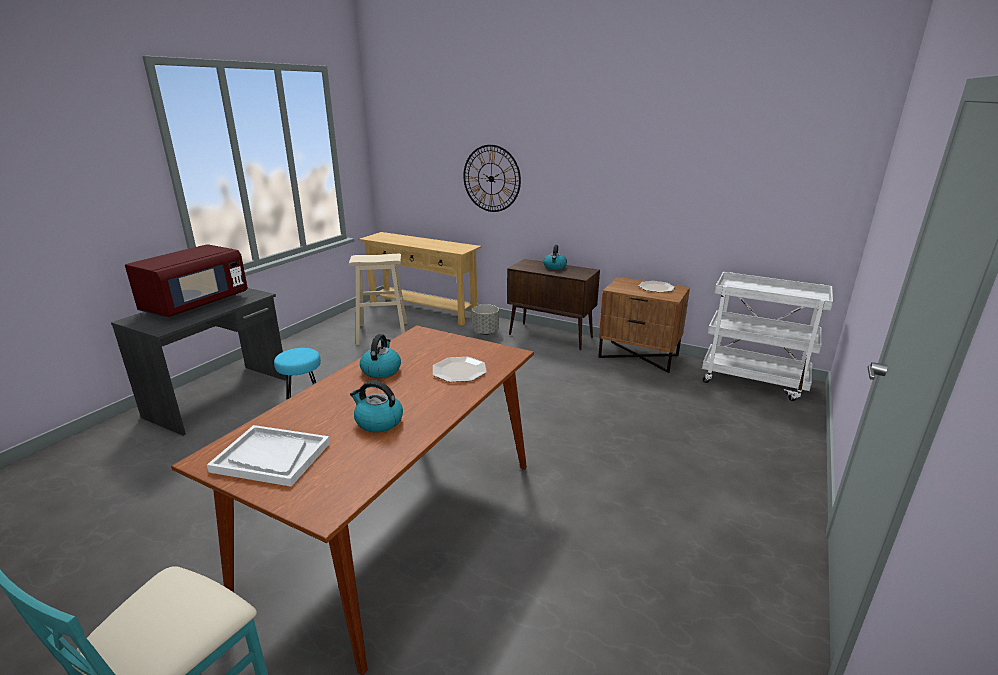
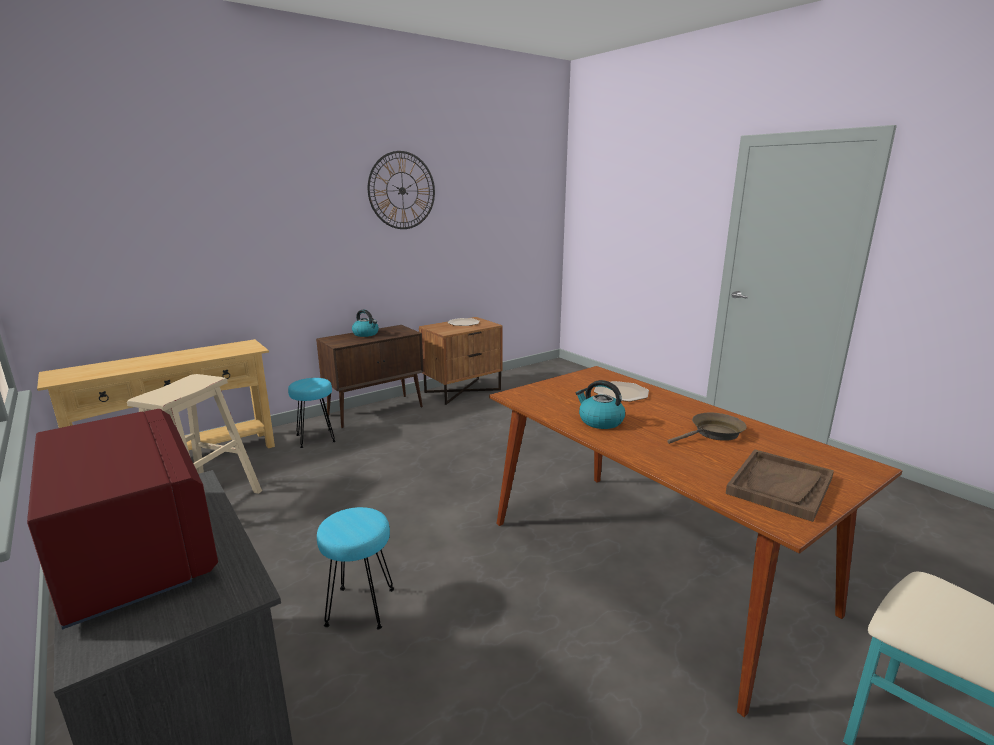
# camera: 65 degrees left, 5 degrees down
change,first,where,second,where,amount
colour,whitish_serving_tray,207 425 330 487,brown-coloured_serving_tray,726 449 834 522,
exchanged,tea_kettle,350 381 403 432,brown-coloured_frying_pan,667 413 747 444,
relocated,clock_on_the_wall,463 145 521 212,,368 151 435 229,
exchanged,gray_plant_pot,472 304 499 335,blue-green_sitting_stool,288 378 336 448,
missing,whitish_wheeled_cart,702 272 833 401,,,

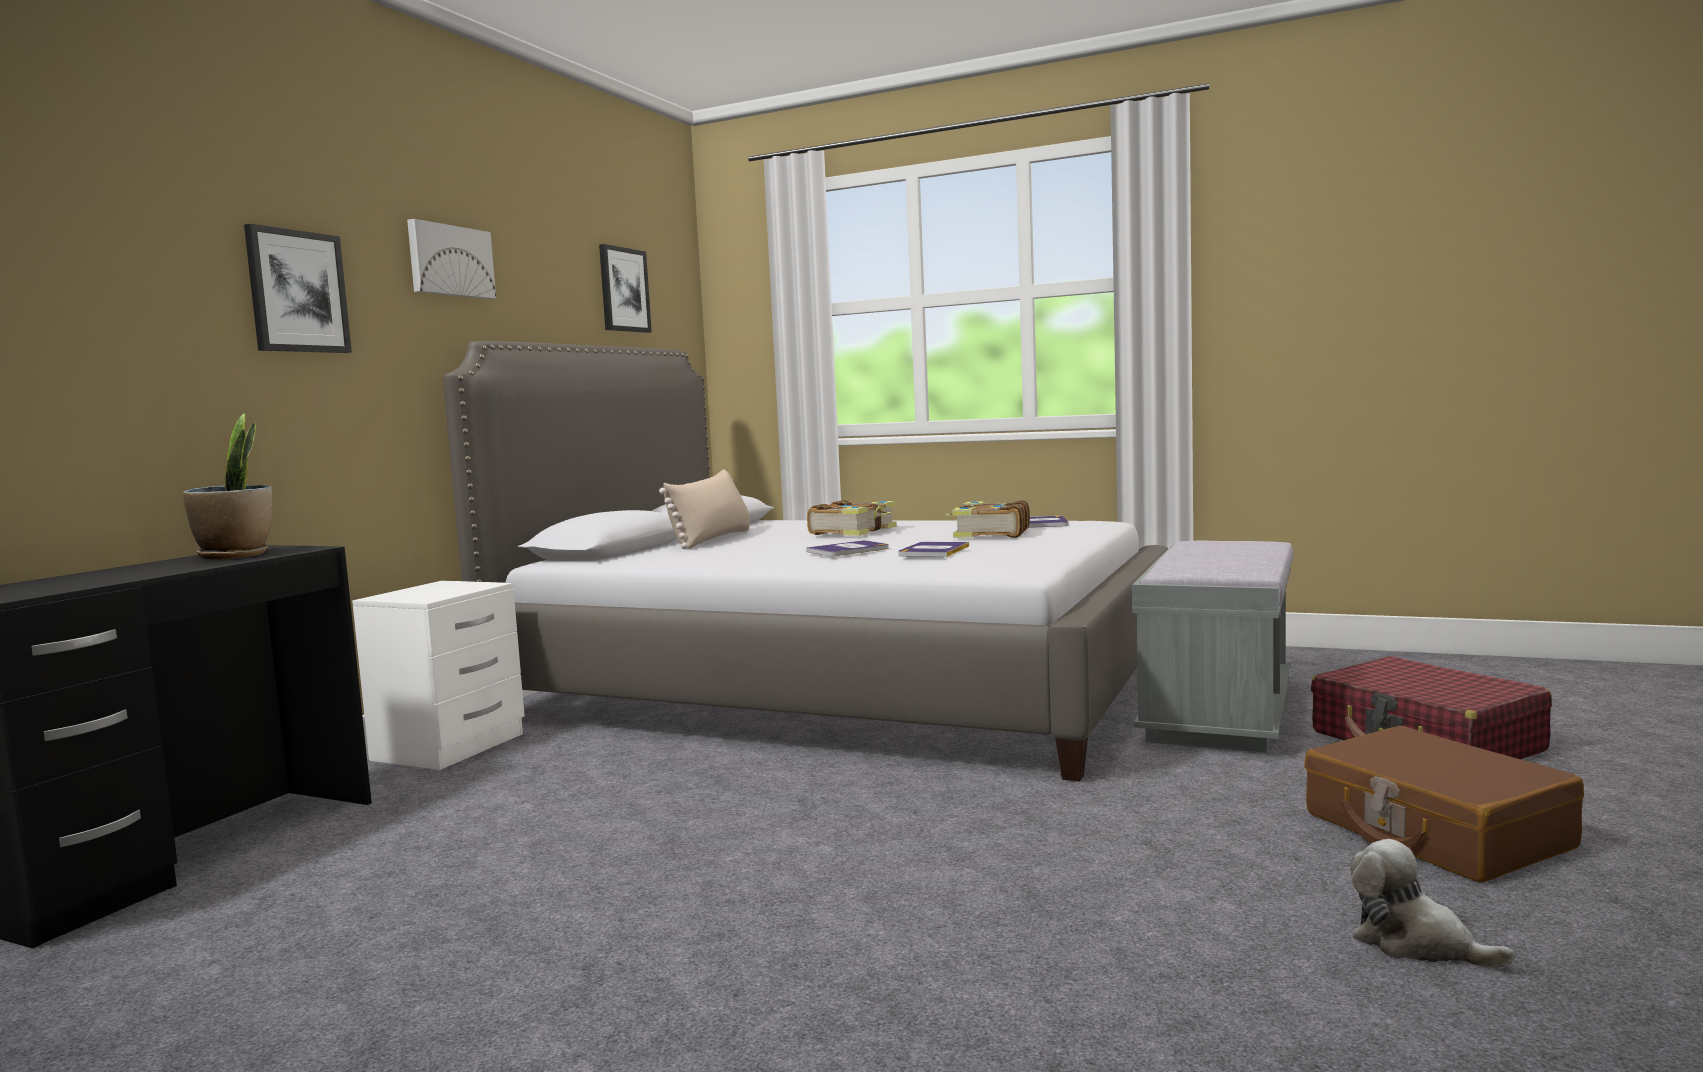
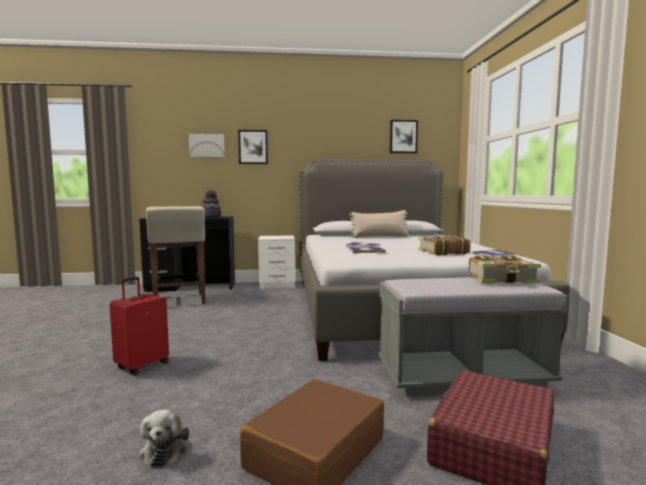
# camera: 60 degrees right, 0 degrees up
change,first,where,second,where,amount
exchanged,houseplant,183 413 272 559,clothing_hat,202 190 221 218,
relocated,wall_art,407 219 496 299,,189 134 225 157,
relocated,bound_book,807 500 897 536,,469 256 541 284,
spun,soft_toy,1350 839 1515 968,,139 410 189 468,150 degrees clockwise
appeared,,,red_suitcase,110 277 169 375,
appeared,,,beige_sitting_stool,146 206 205 304,

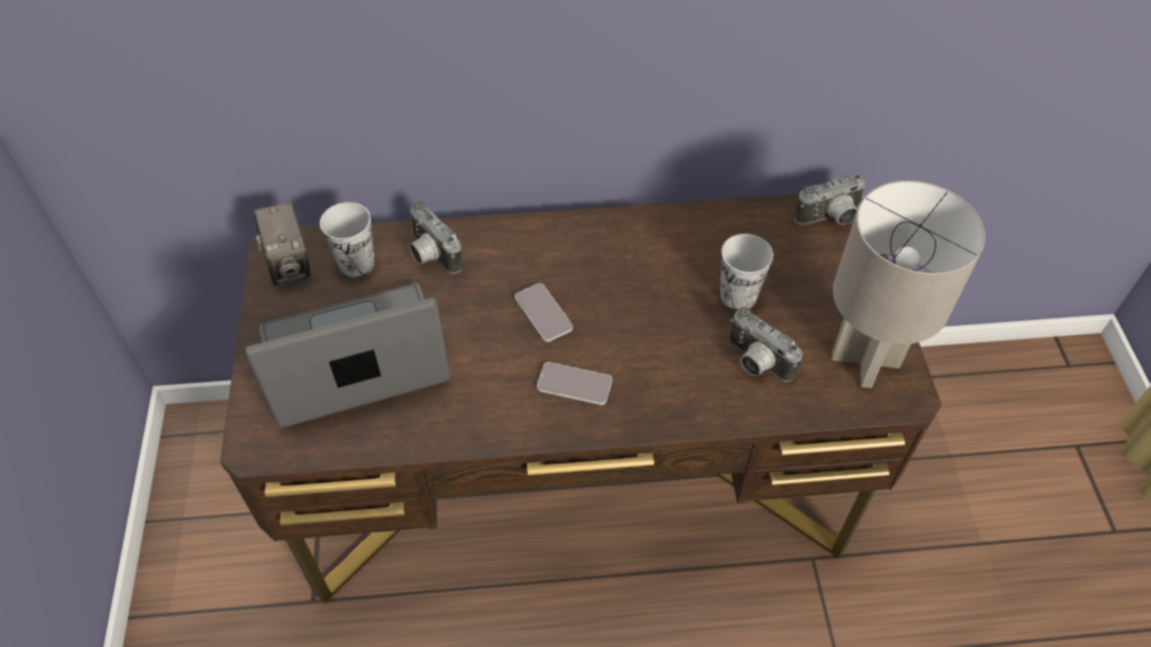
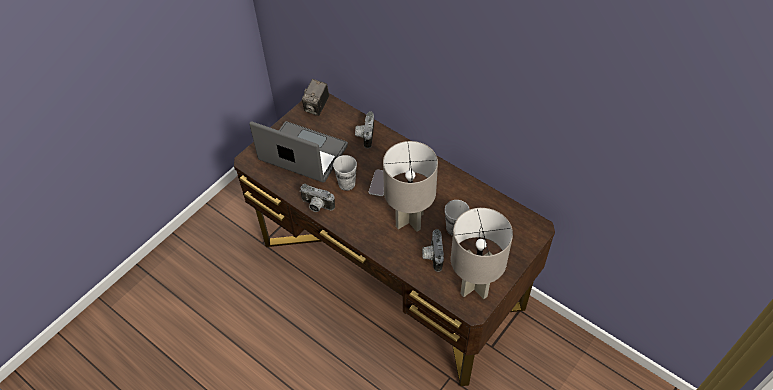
# camera: 45 degrees right, 0 degrees up
change,first,where,second,where,amount
relocated,cup,320 202 375 278,,333 155 357 191,
missing,telephone,537 362 612 405,,,
relocated,photo_camera,794 175 866 225,,300 184 335 212,
appeared,,,gray_lamp_for_a_table,383 141 438 232,

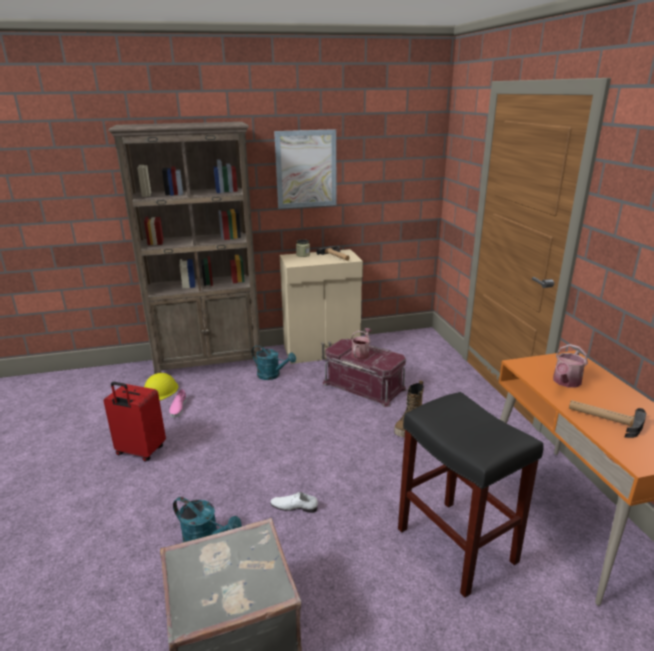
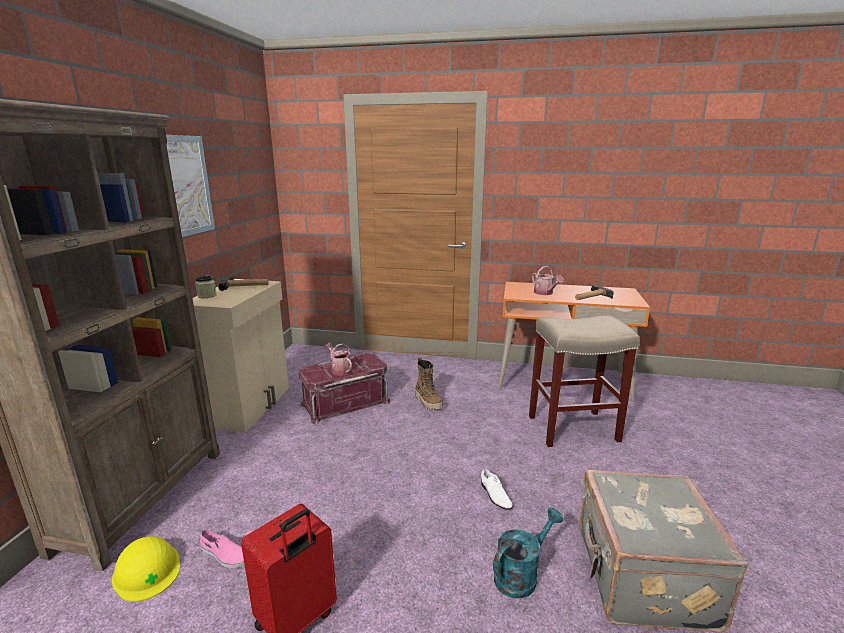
# camera: 65 degrees left, 5 degrees down
change,first,where,second,where,amount
missing,blue-green_watering_can,252 345 296 380,,,
spun,whitish_low_shoe,270 492 318 513,,481 469 513 510,60 degrees counterclockwise
colour,blackish_sitting_stool,398 392 543 598,beige_sitting_stool,529 315 640 447,

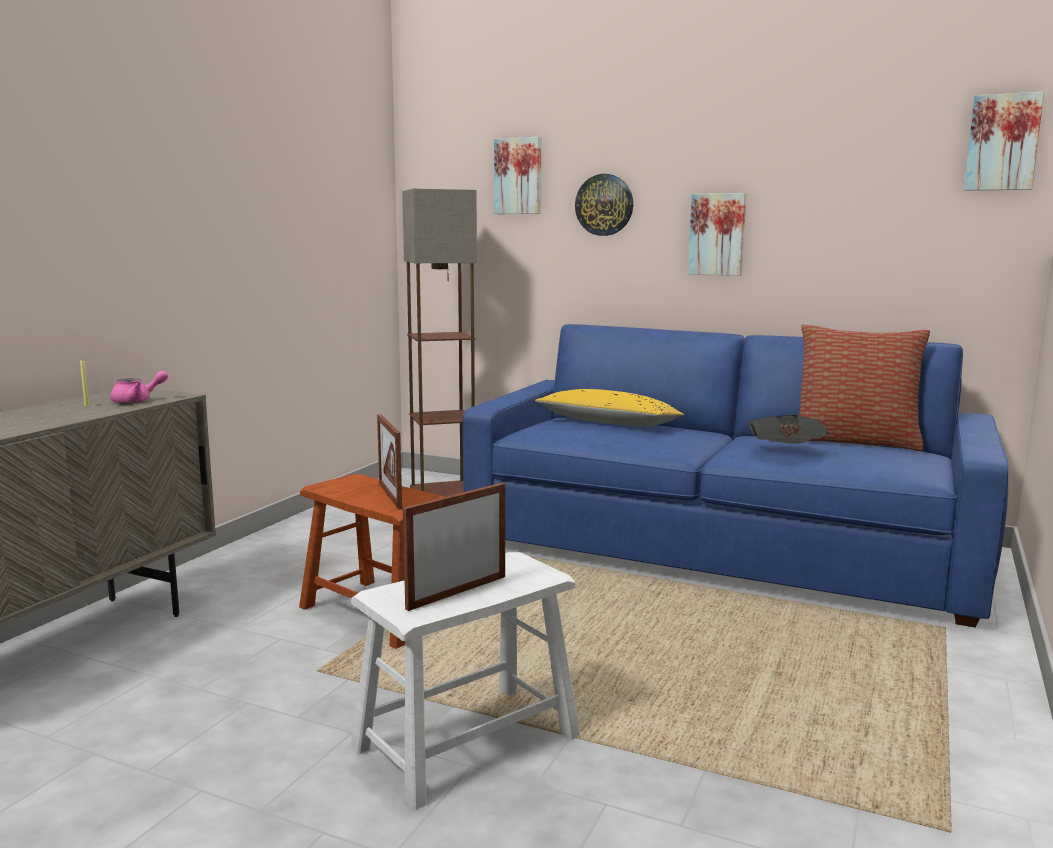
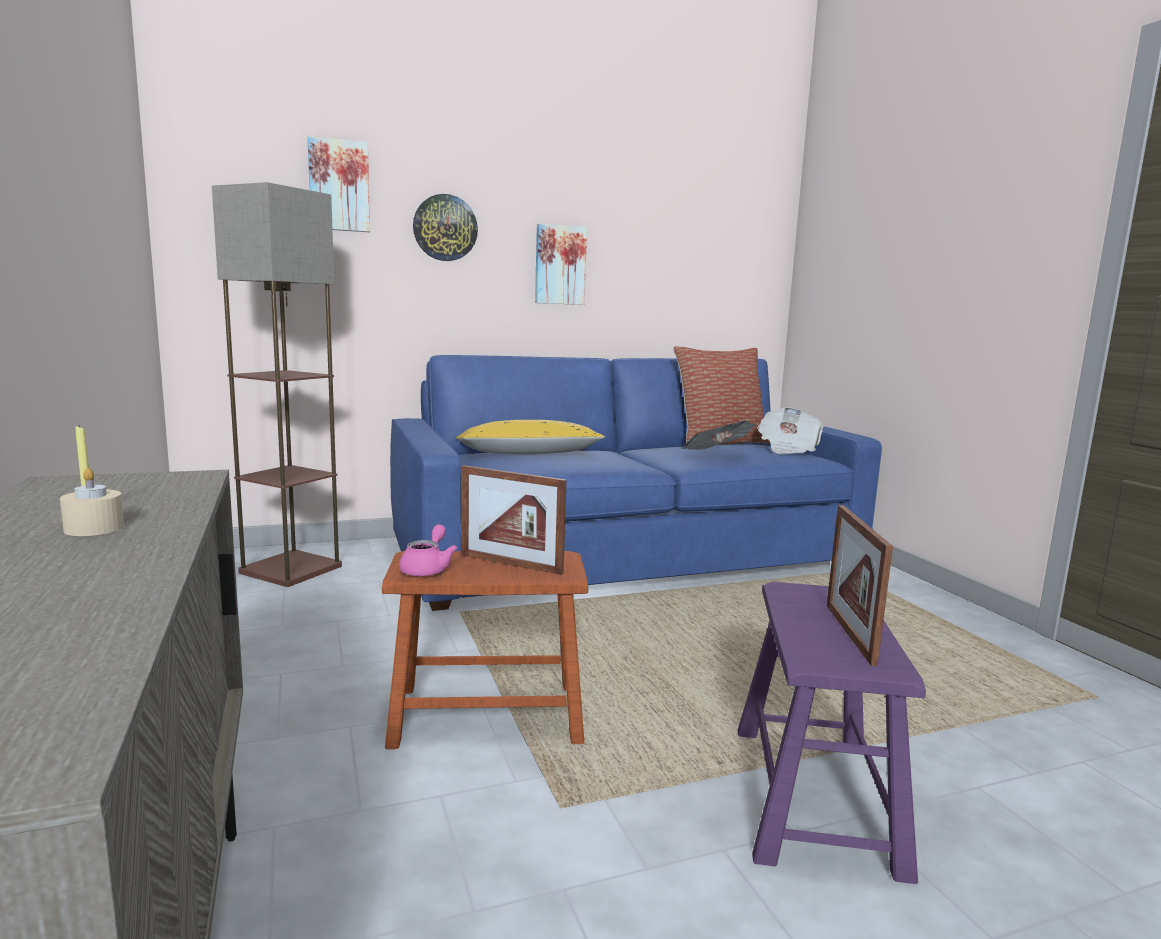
# camera: 45 degrees left, 0 degrees up
change,first,where,second,where,amount
relocated,pink_pot_for_tea,110 371 168 404,,399 524 457 576,
colour,whitish_sitting_stool,351 552 580 810,purple_sitting_stool,738 582 926 884,
missing,wall_art,964 92 1044 191,,,
appeared,,,beige_candle,60 468 124 536,
appeared,,,newspaper,757 407 824 454,

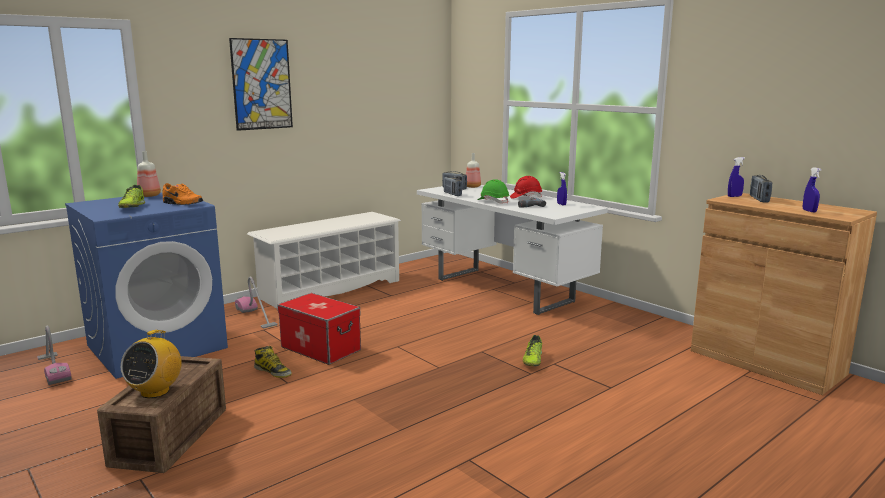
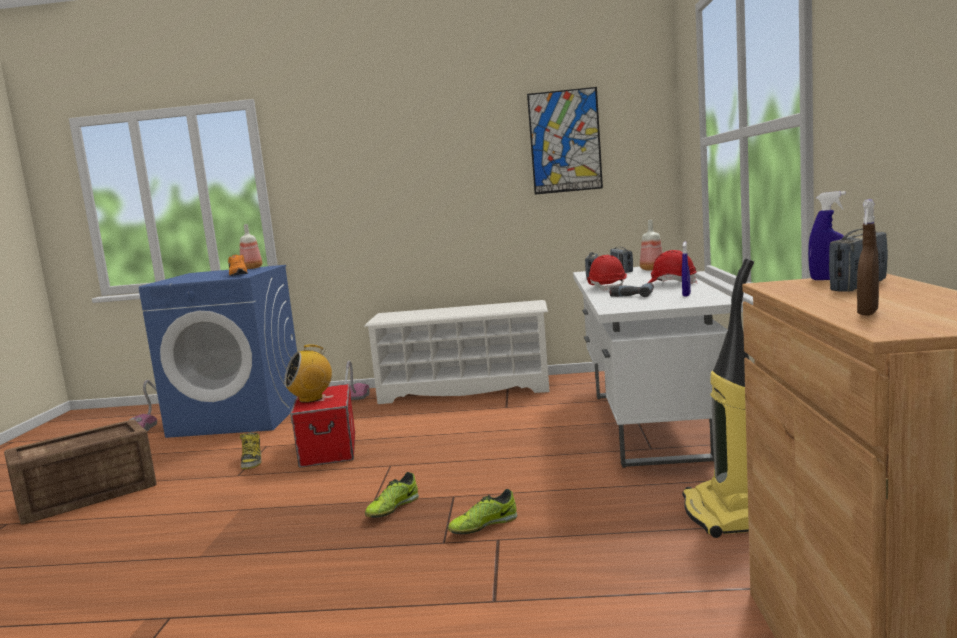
# camera: 45 degrees right, 5 degrees down
change,first,where,second,where,amount
relocated,low_shoe,119 185 145 208,,365 472 419 518,
relocated,radio_receiver,121 330 182 398,,284 344 332 403,
relocated,wall_art,229 38 293 131,,527 87 603 195,
colour,green_hard_hat,478 179 509 204,red_hard_hat,587 255 627 290,
colour,bluish_spray_bottle,803 167 822 212,brown-coloured_spray_bottle,857 199 879 316,
appeared,,,vacuum,682 258 754 538,

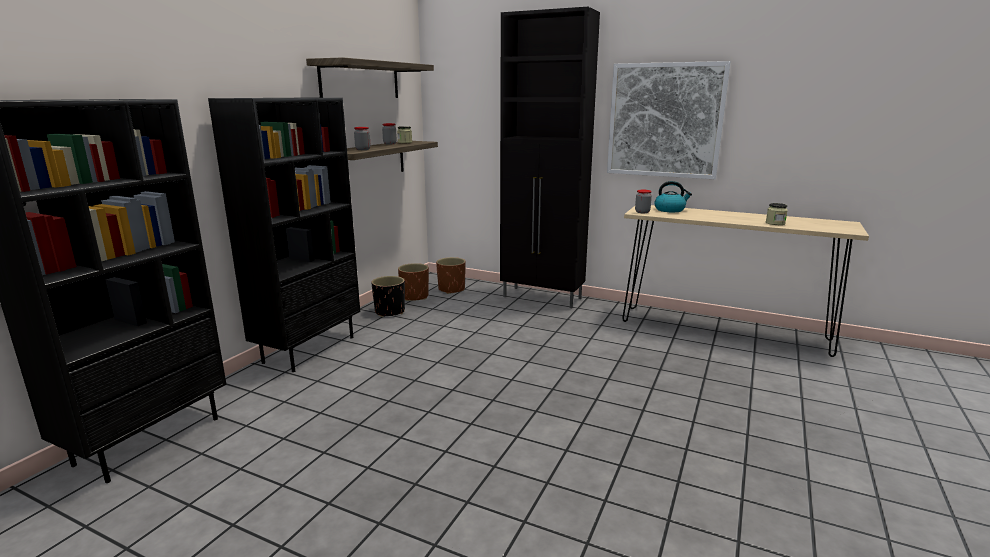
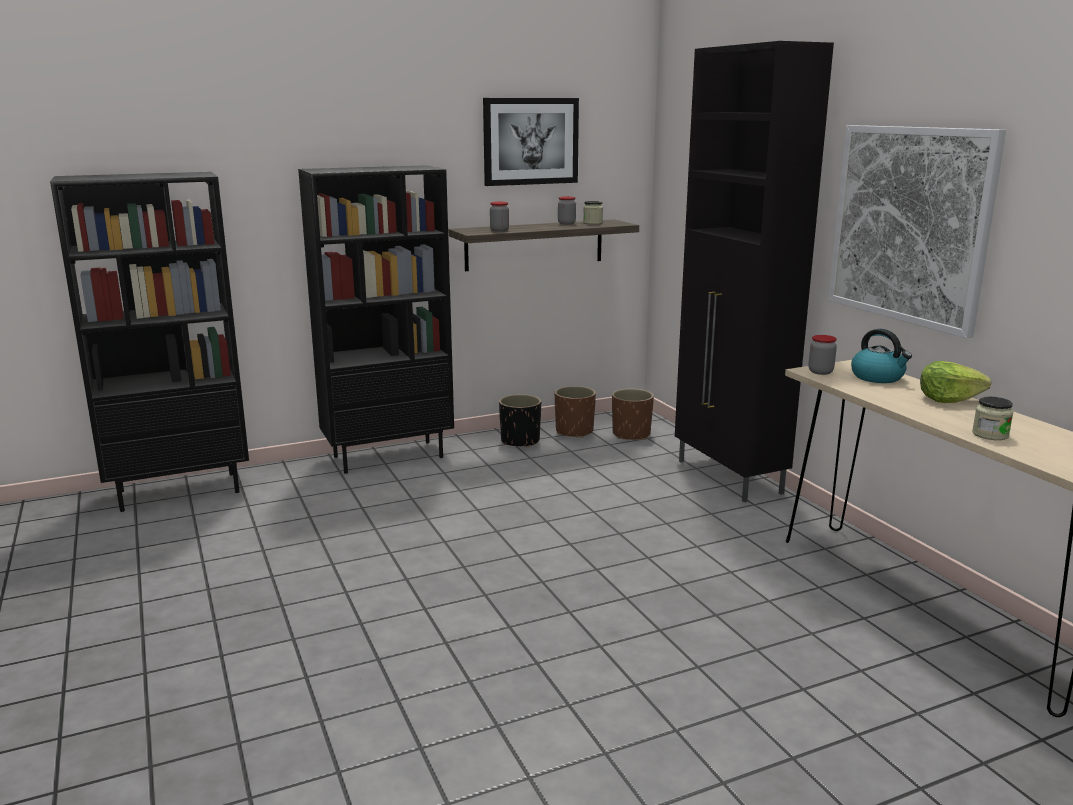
# camera: 40 degrees right, 0 degrees up
change,first,where,second,where,amount
exchanged,bracket_shelf,306 57 434 98,wall_art,483 98 579 186,
appeared,,,lettuce_head,920 361 991 403,

